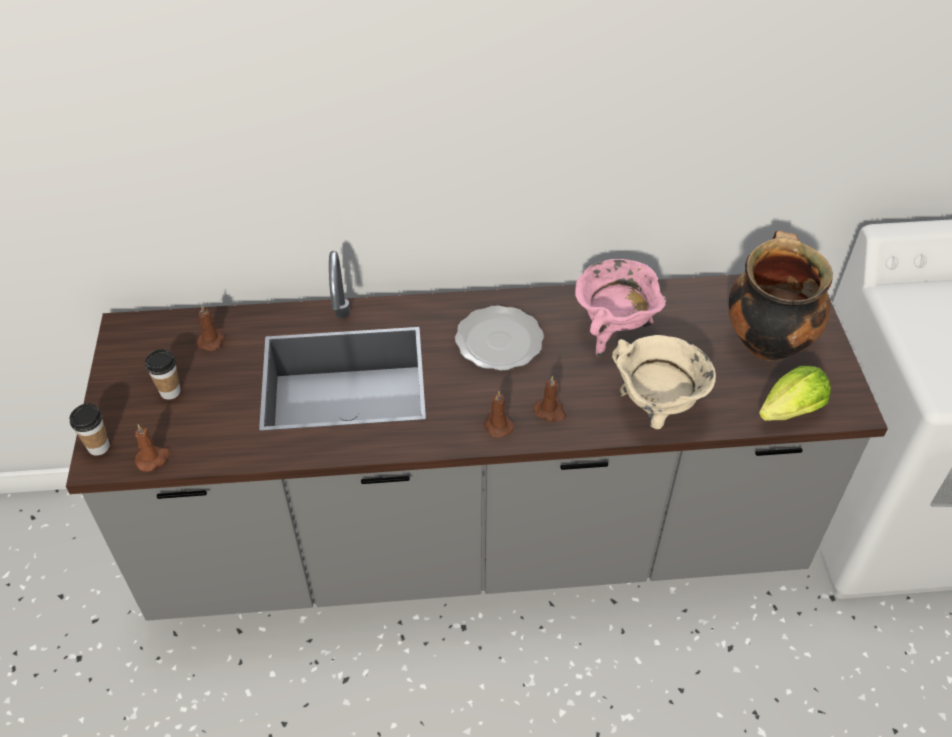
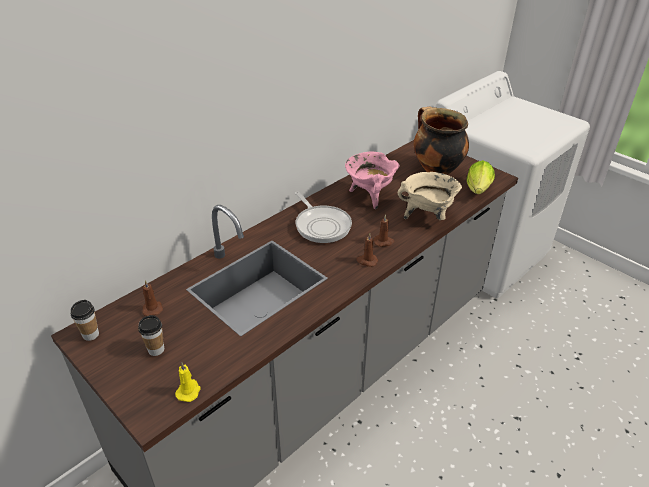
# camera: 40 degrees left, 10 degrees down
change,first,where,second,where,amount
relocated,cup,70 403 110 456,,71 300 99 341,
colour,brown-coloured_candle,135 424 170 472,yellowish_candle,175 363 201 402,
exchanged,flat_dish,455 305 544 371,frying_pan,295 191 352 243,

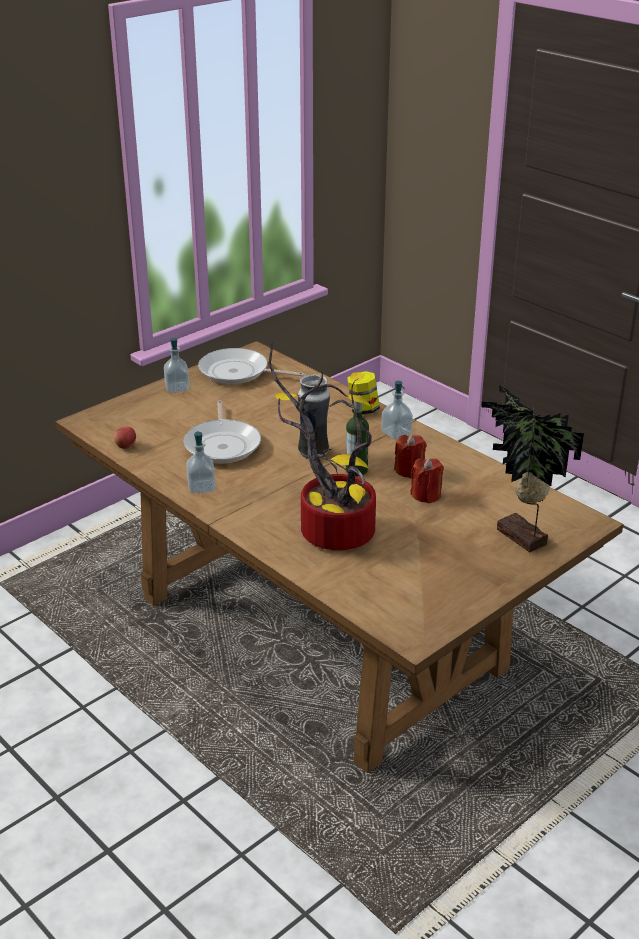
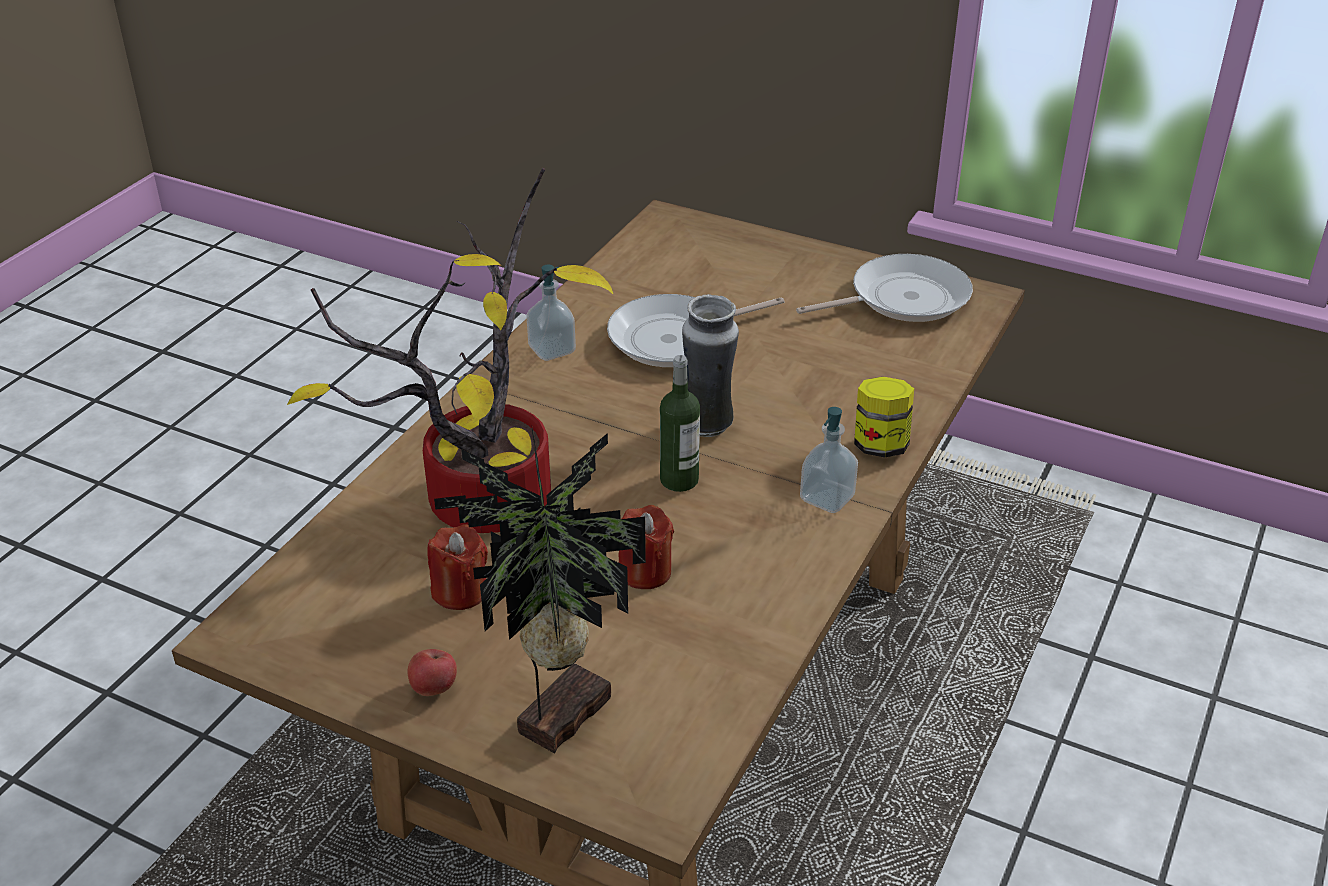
# camera: 70 degrees right, 5 degrees up
change,first,where,second,where,amount
relocated,whole_apple,113 426 136 449,,408 649 457 696,
missing,liquid_soap_bottle,164 338 190 393,,,
spun,frying_pan,198 348 304 384,,796 254 973 322,75 degrees clockwise
relocated,red_candle,394 435 426 478,,427 524 488 610,

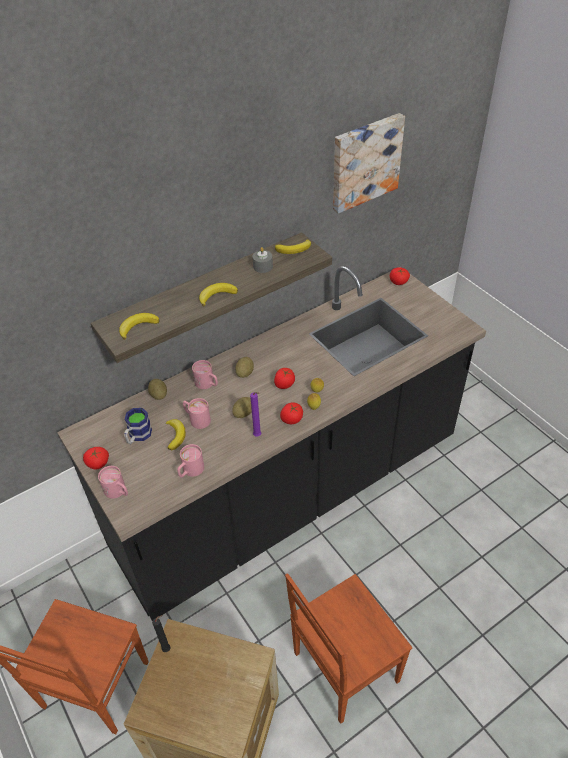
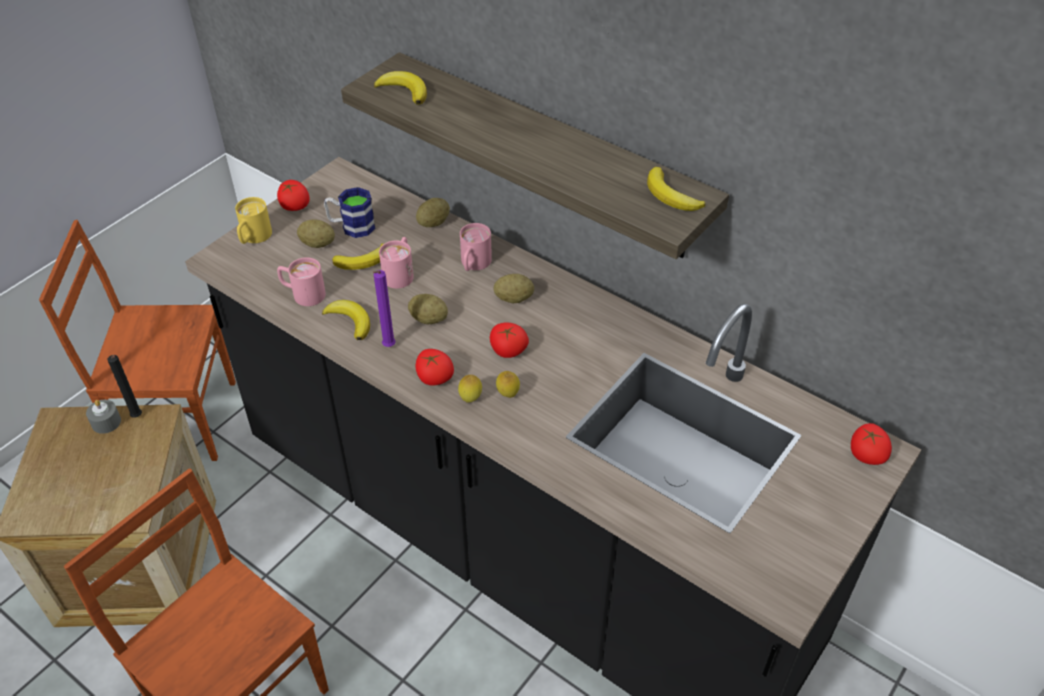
# camera: 70 degrees right, 0 degrees up
change,first,where,second,where,amount
colour,pink_mug,98 466 128 499,yellowish_mug,235 197 272 244,
relocated,banana_fruit,199 283 238 307,,322 300 370 340,
relocated,gray_candle,253 247 273 273,,86 400 121 434,
missing,wall_art,333 113 405 214,,,
appeared,,,potato,297 220 335 248,

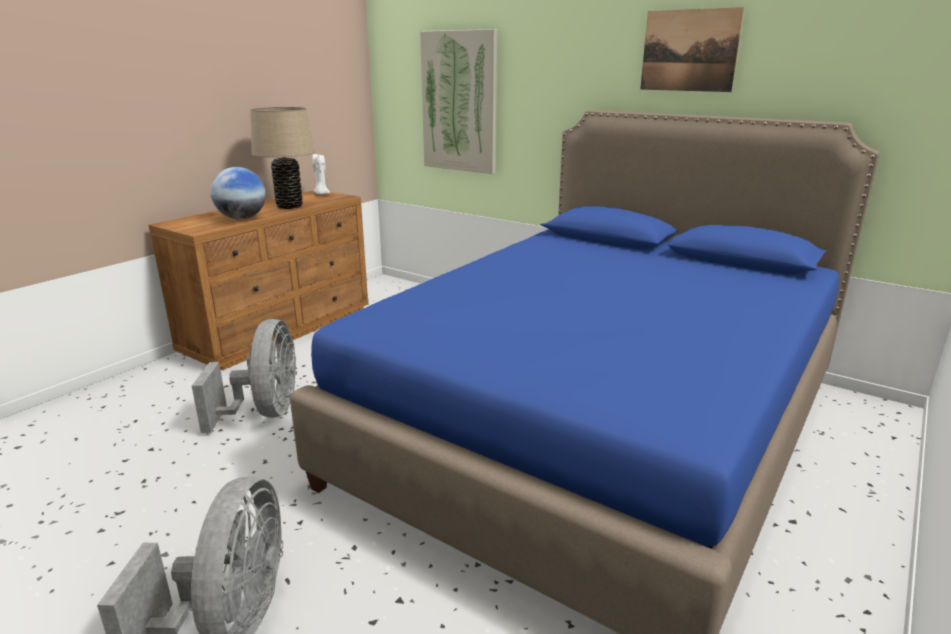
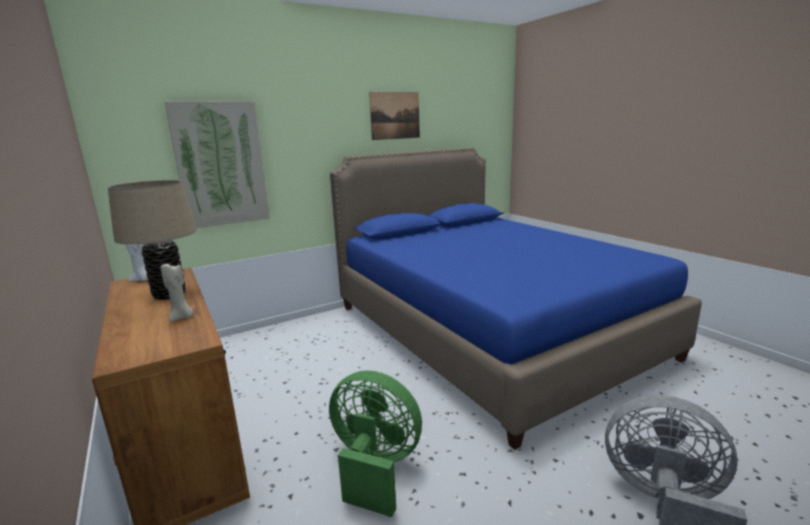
# camera: 65 degrees left, 5 degrees down
change,first,where,second,where,amount
colour,gray_fan,192 319 297 433,green_fan,329 370 422 517,
exchanged,world_globe,211 167 266 219,beige_candle,161 264 194 322,

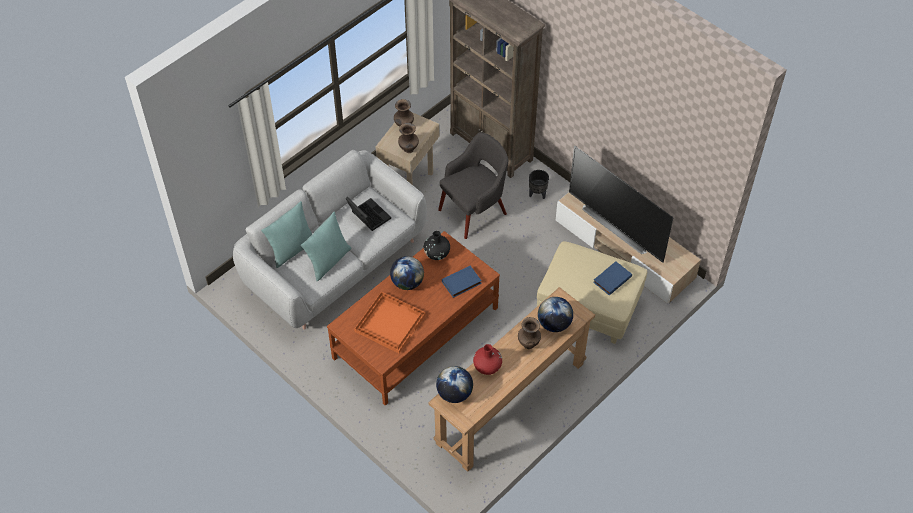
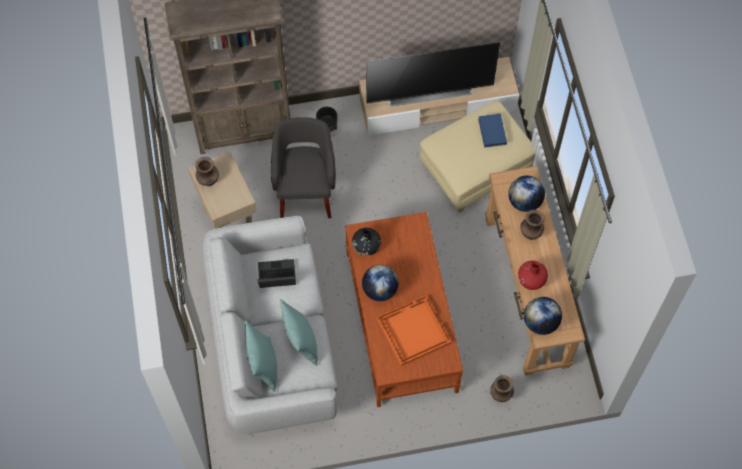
# camera: 55 degrees left, 10 degrees up
change,first,where,second,where,amount
relocated,brown-coloured_decorative_vase,398 123 419 153,,490 375 514 402,
missing,bluish_bound_book,442 265 482 298,,,

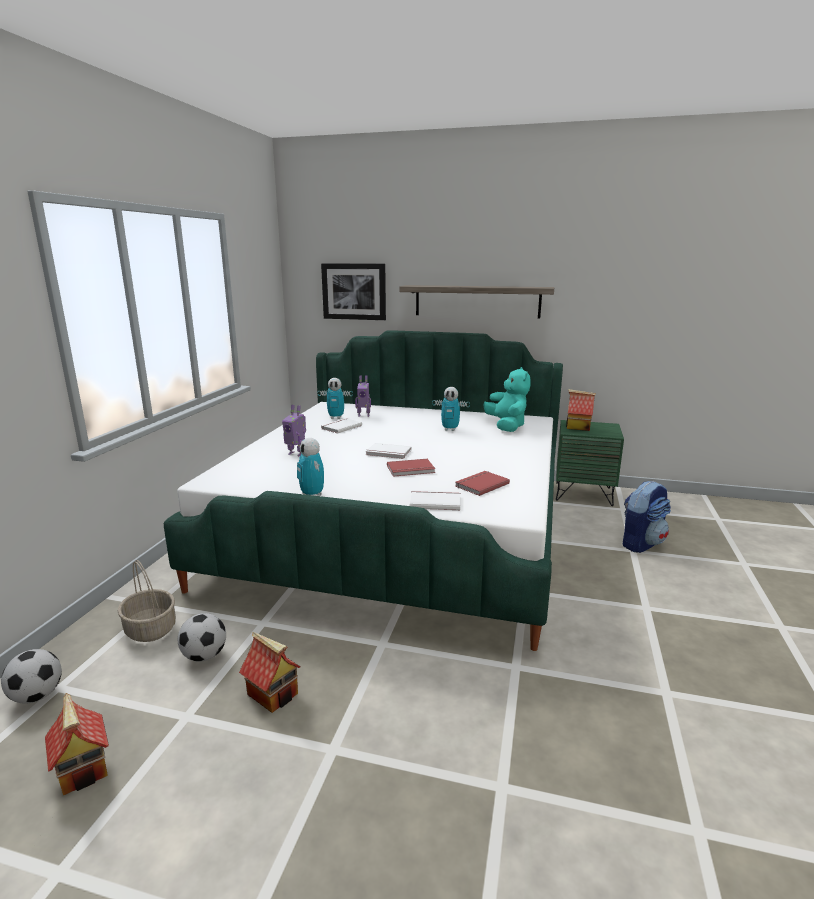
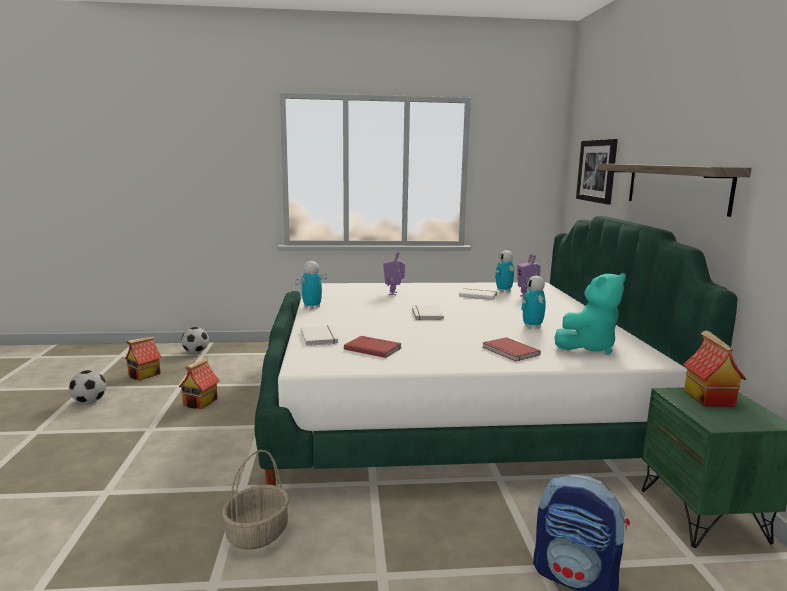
# camera: 70 degrees right, 5 degrees down
change,first,where,second,where,amount
relocated,storage_basket,118 560 176 642,,222 450 289 550,
relocated,ball_for_football,178 613 226 662,,69 370 106 404,
relocated,red_bound_book,387 459 435 477,,482 337 541 361,

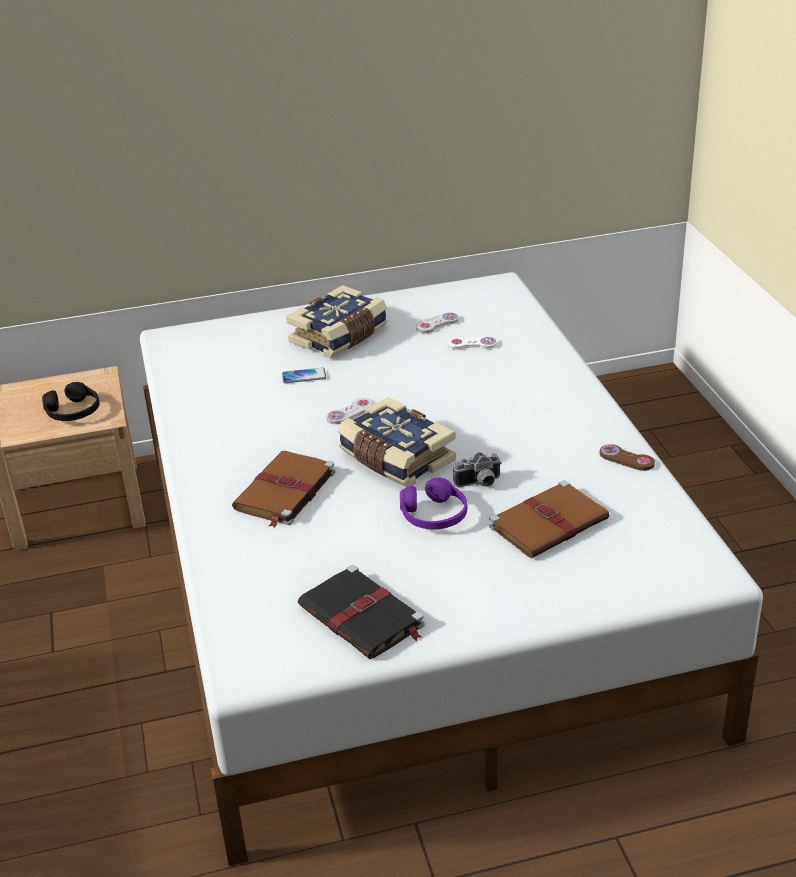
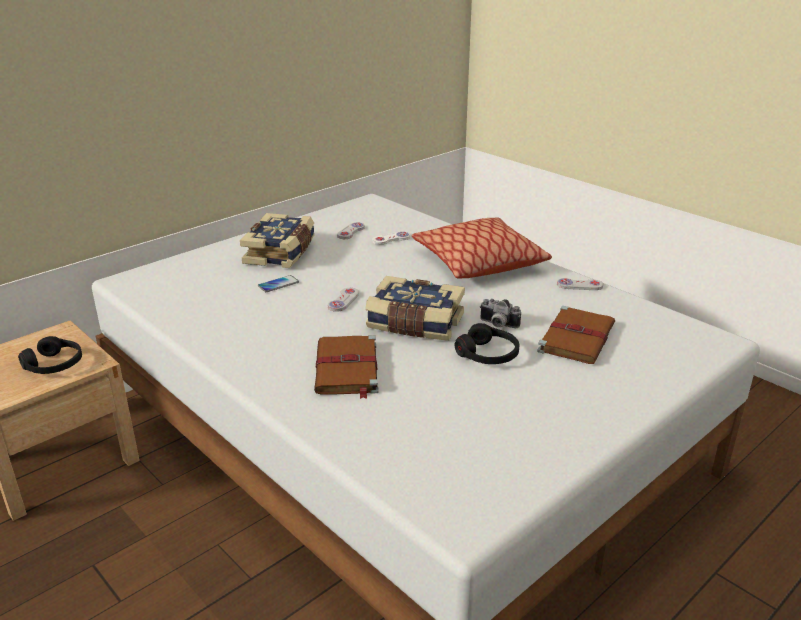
# camera: 30 degrees left, 5 degrees down
change,first,where,second,where,amount
missing,blackish_bound_book,298 565 424 659,,,
colour,purple_pair_of_headphones,400 477 467 529,blackish_pair_of_headphones,455 323 520 364,
spun,photo_camera,453 452 502 487,,480 299 521 328,75 degrees clockwise
colour,brown-coloured_joypad,600 444 655 471,whitish_joypad,557 278 603 290,
appeared,,,throw_pillow,412 217 552 279,

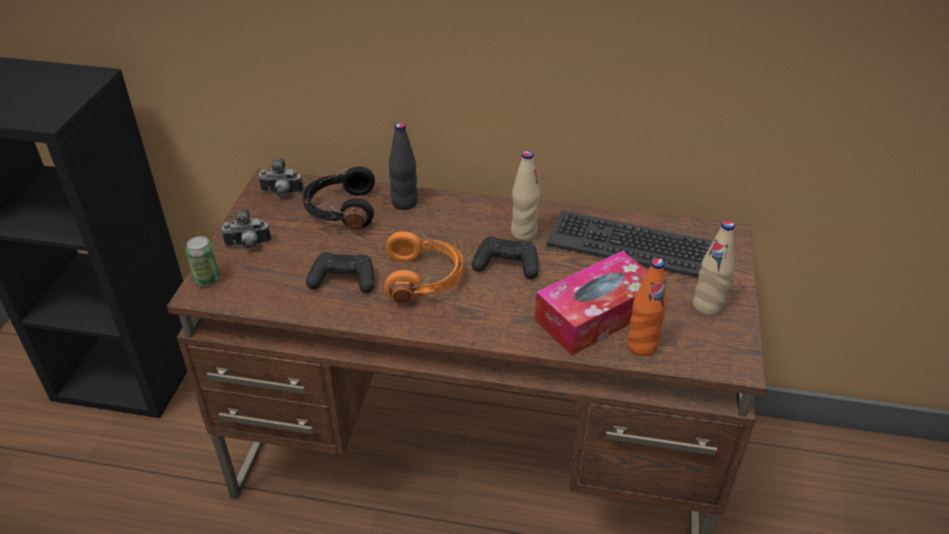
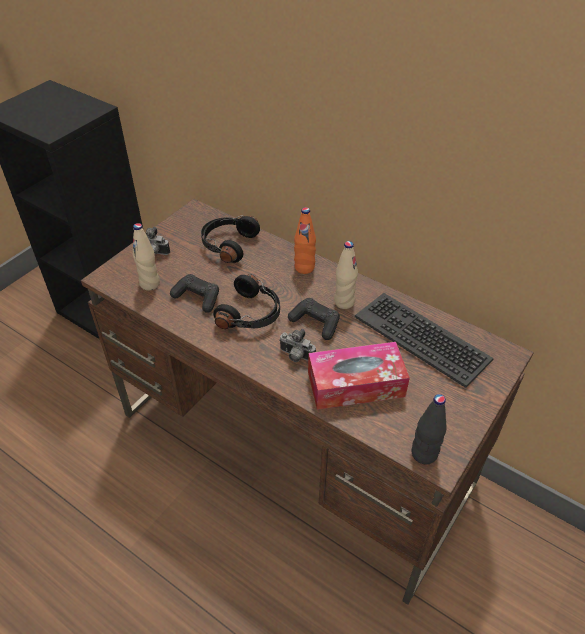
# camera: 25 degrees right, 5 degrees up
change,first,where,second,where,amount
missing,metal_can,185 236 220 286,,,
relocated,photo_camera,258 158 303 197,,279 329 316 362,
colour,orange_pair_of_headphones,384 230 463 304,blackish_pair_of_headphones,213 274 280 329,
relocated,blackish_beverage_bottle,389 122 418 210,,412 394 447 464,
relocated,orange_beverage_bottle,627 258 667 356,,294 207 316 274,
relocated,beige_beverage_bottle,693 221 735 316,,133 223 160 291,

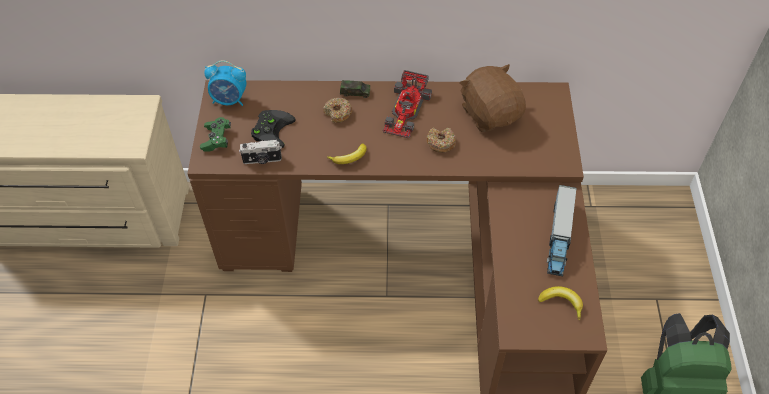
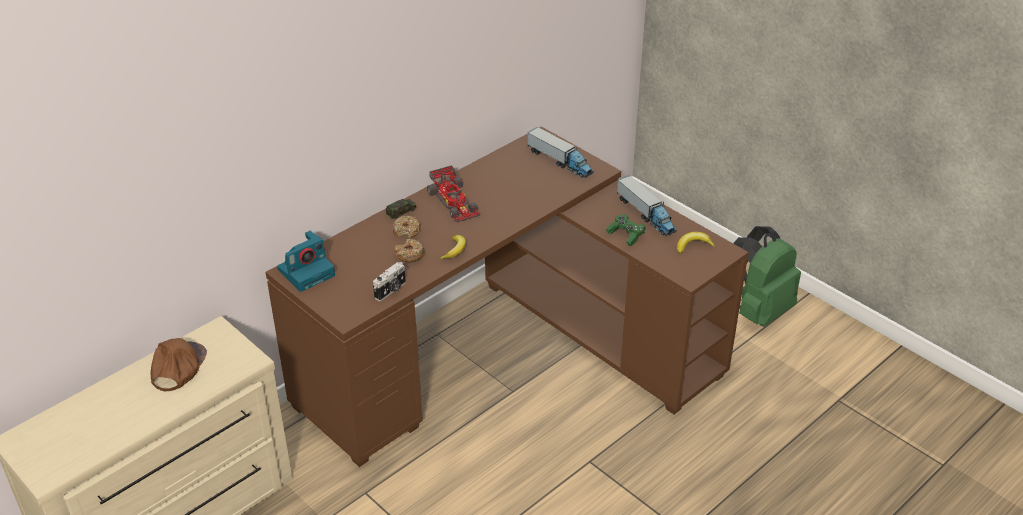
# camera: 45 degrees left, 15 degrees down
change,first,where,second,where,amount
relocated,green_joypad,200 117 231 152,,606 214 646 246,
exchanged,alarm_clock,204 60 246 106,photo_camera,277 231 335 292,
missing,blackish_joypad,251 110 296 148,,,
relocated,ring_doughnut,427 127 456 153,,395 239 425 263,
missing,brown-coloured_soft_toy,460 64 526 132,,,
appeared,,,brown-coloured_cap,151 338 207 391,
appeared,,,toy_truck,527 127 594 178,

